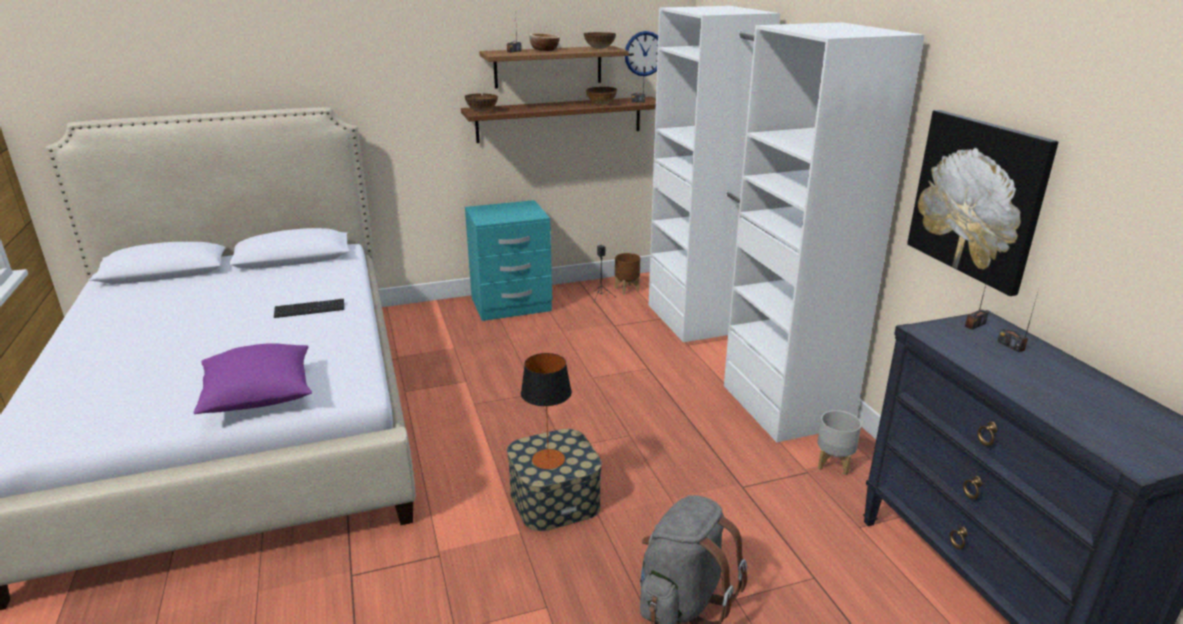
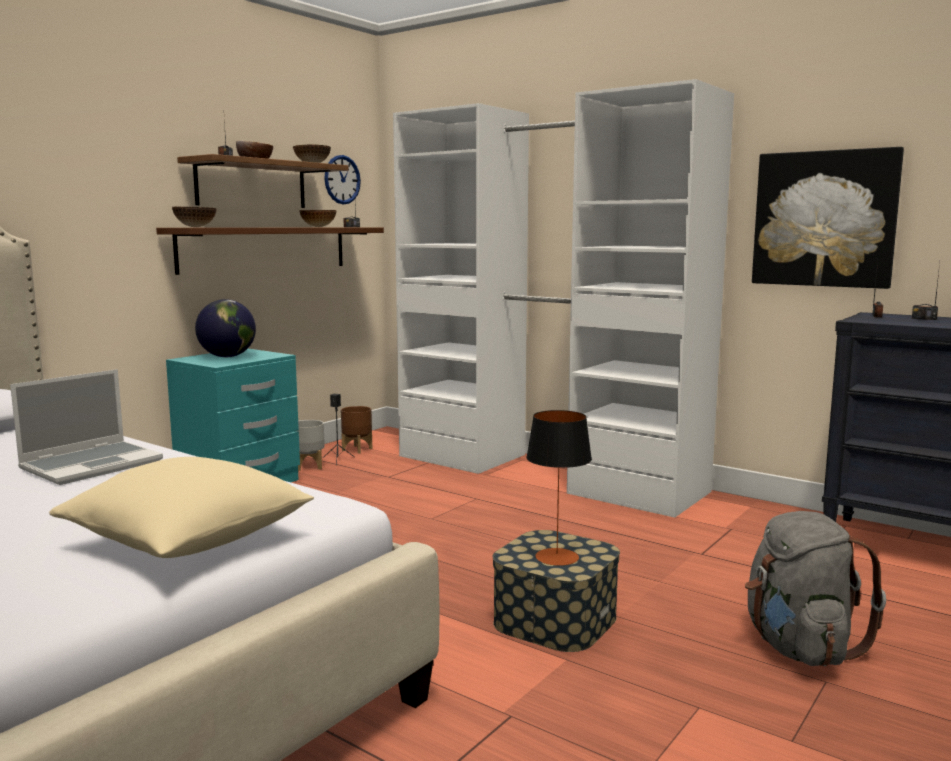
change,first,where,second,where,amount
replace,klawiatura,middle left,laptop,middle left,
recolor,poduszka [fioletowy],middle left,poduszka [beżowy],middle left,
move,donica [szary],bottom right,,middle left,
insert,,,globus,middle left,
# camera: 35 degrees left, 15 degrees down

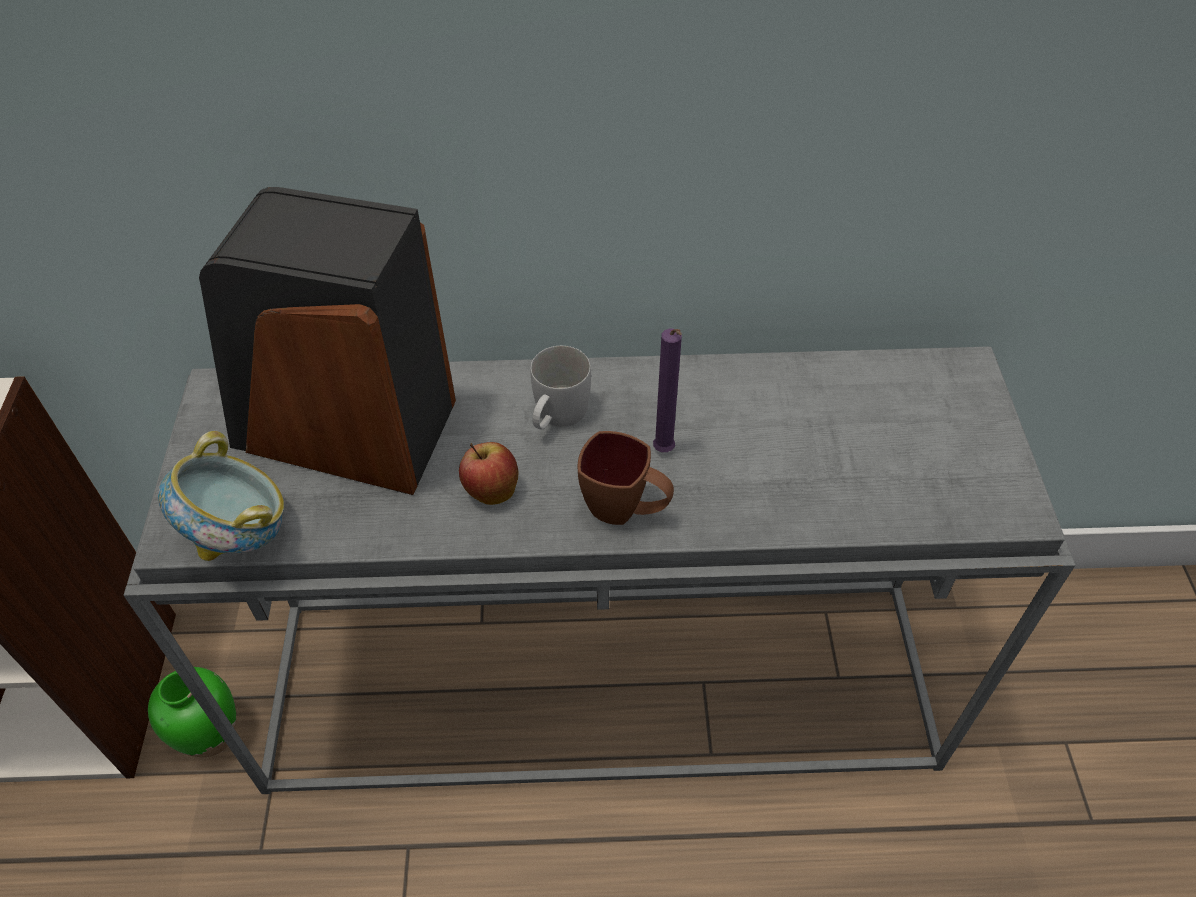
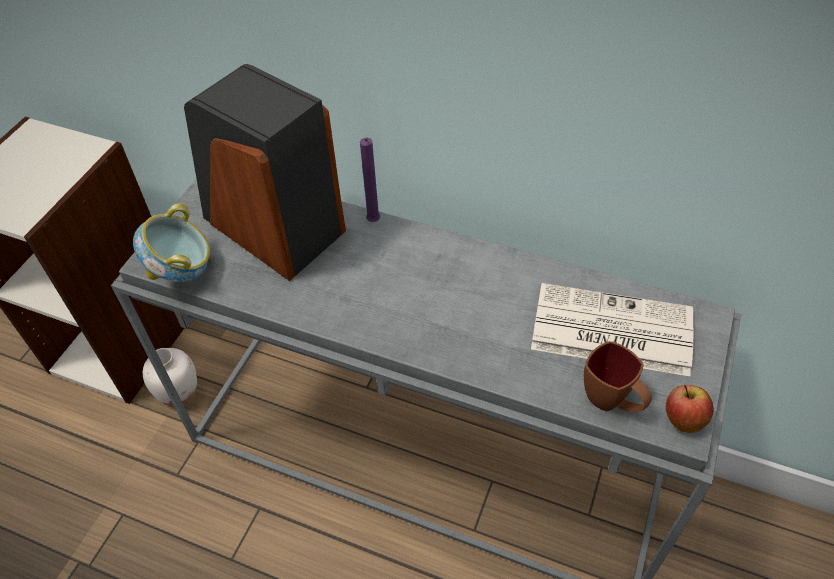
change,first,where,second,where,amount
move,świeca [fioletowy],centre,,top centre,
delete,kubek [biały],centre,,,
move,kubek [brązowy],centre,,middle right,
move,jabłko,centre,,bottom right,
recolor,wazon [zielony],bottom left,wazon [biały],middle left,
insert,,,gazeta,middle right,
# camera: 25 degrees right, 0 degrees up

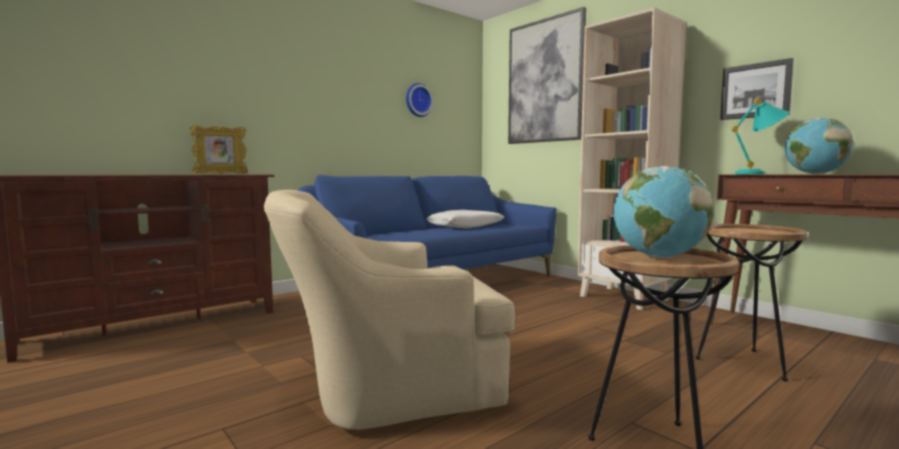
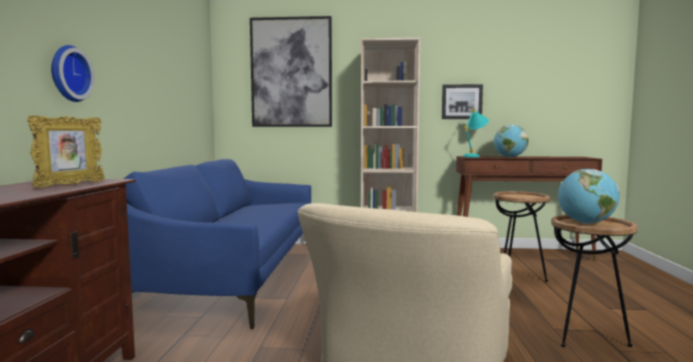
change,first,where,second,where,amount
move,zegar ścienny,top centre,,top left,
delete,poduszka [biały],centre,,,
# camera: 45 degrees left, 0 degrees up

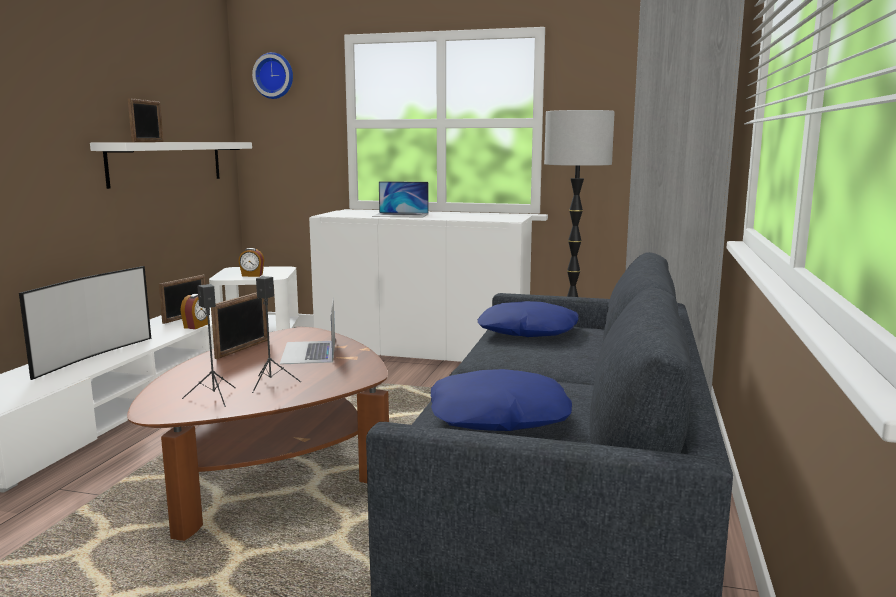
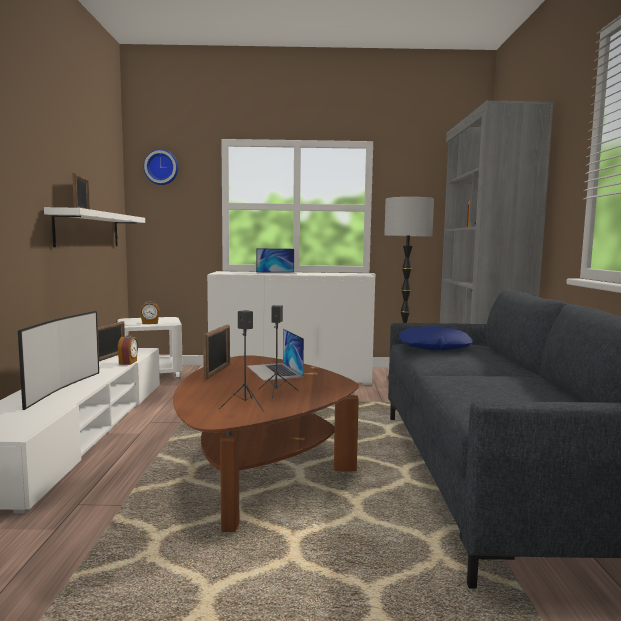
change,first,where,second,where,amount
delete,poduszka [niebieski] (1st from left),bottom centre,,,
# camera: 15 degrees left, 5 degrees down

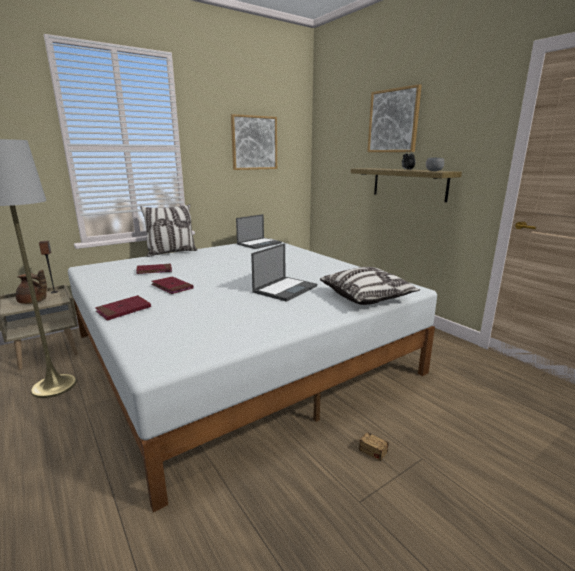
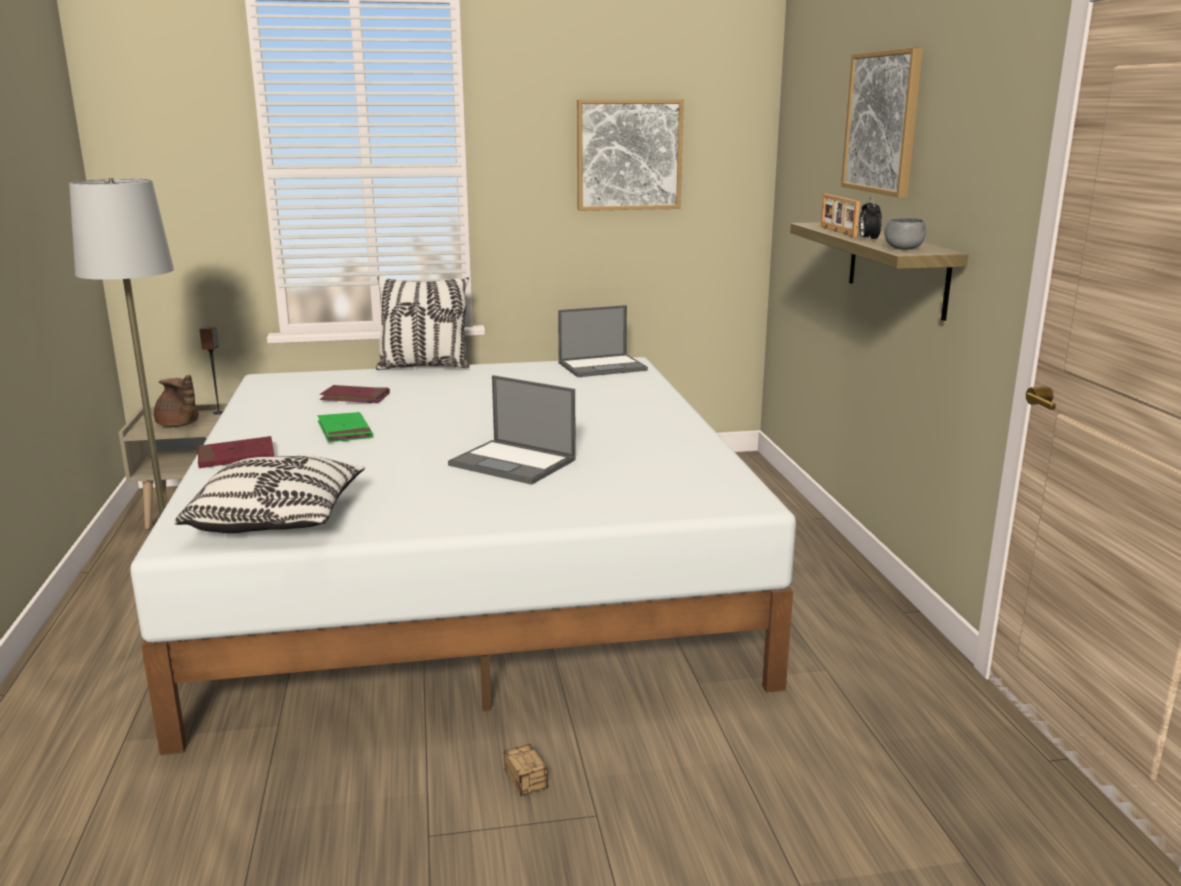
change,first,where,second,where,amount
rotate,laptop (2nd from left in the first image),centre,laptop (1st from left),centre,60 degrees clockwise
move,poduszka (2nd from left in the first image),centre,poduszka (1st from left),middle left,
recolor,książka [czerwony] (3rd from left),middle left,książka [zielony],middle left,
insert,,,ramka na zdjęcie,top right,
# camera: 25 degrees right, 0 degrees up

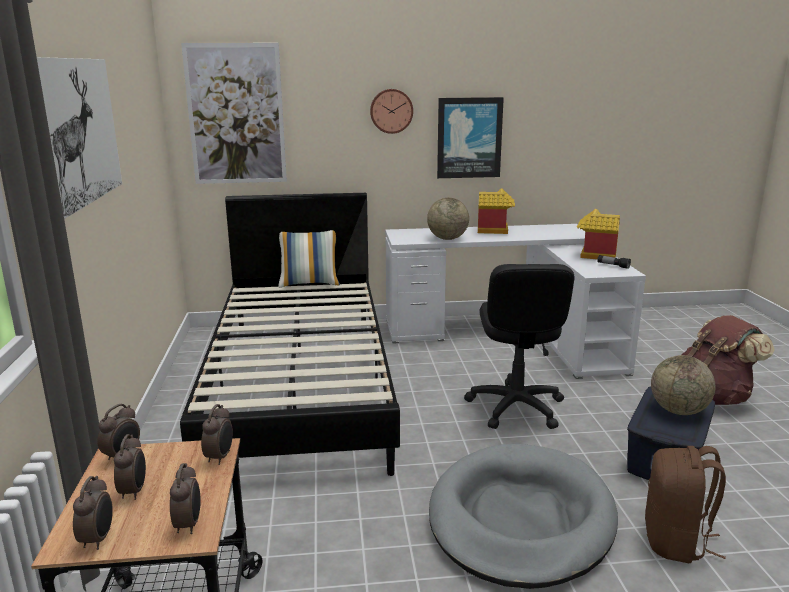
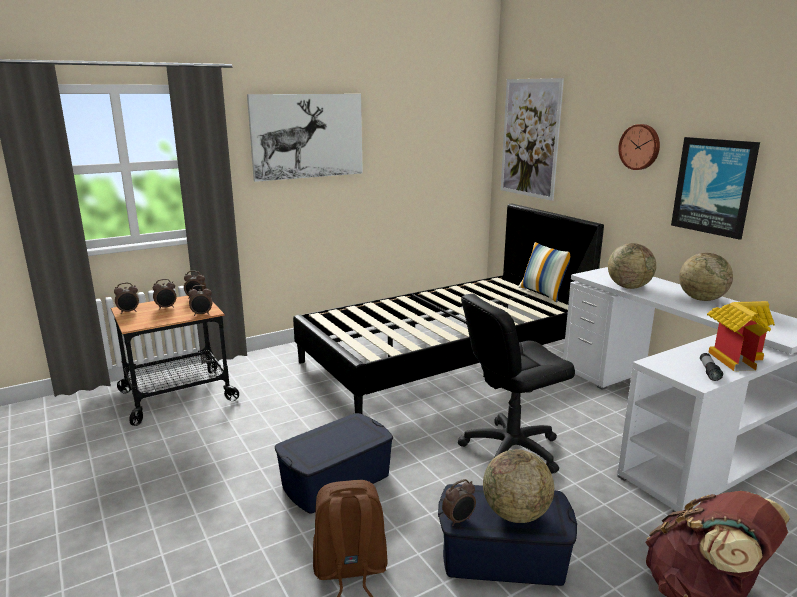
change,first,where,second,where,amount
replace,domek (1st from left),centre,globus (3rd from left),middle right,
replace,legowisko [szary],bottom centre,pojemnik do przechowywania [niebieski] (1st from left),bottom centre,
move,budzik (4th from left in the first image),bottom left,budzik (5th from left),bottom centre,
# camera: 65 degrees right, 0 degrees up

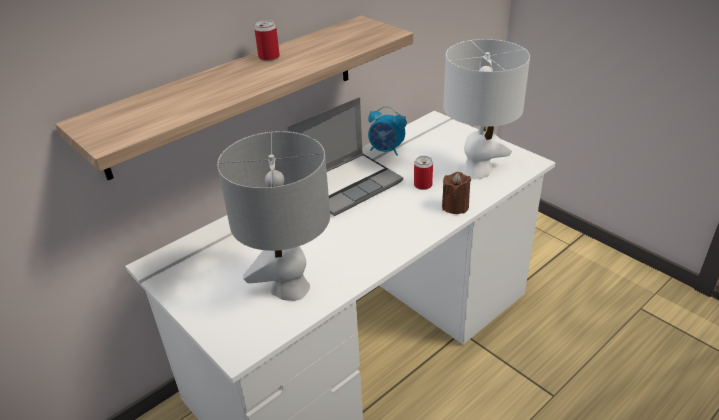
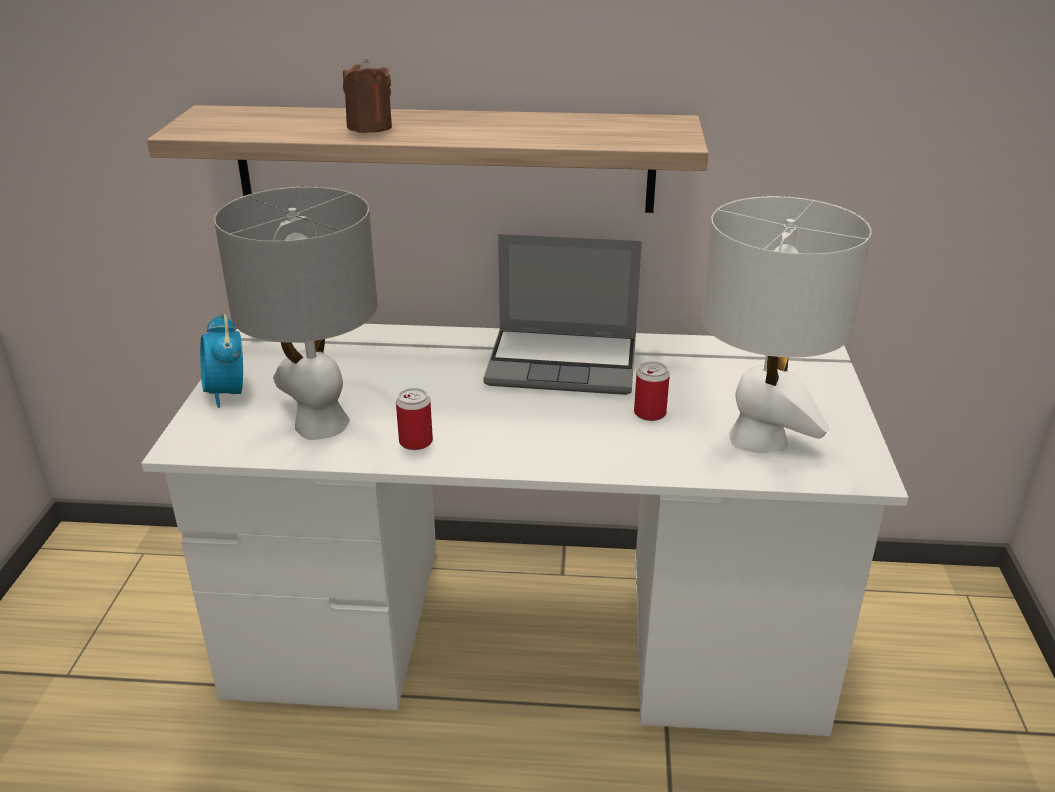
change,first,where,second,where,amount
move,puszka (1st from left),top centre,,centre,
move,budzik,top centre,,middle left,
move,świeca [brązowy],centre,,top centre,
# camera: 45 degrees right, 5 degrees down

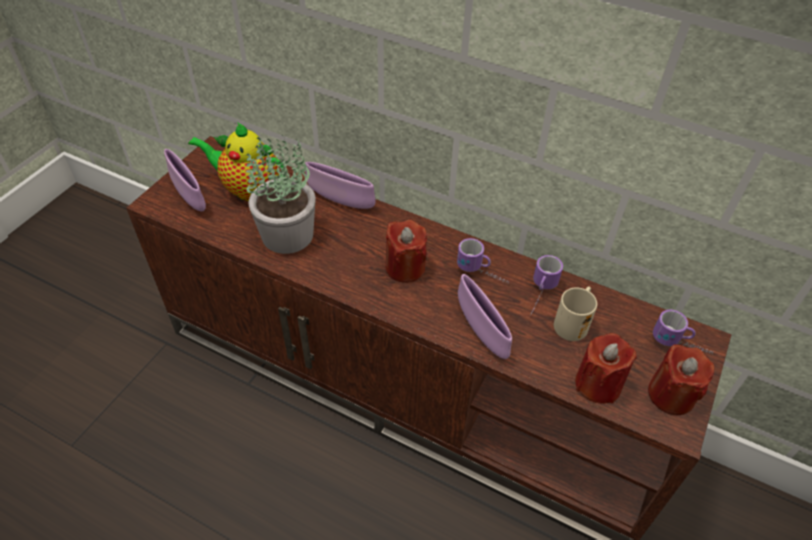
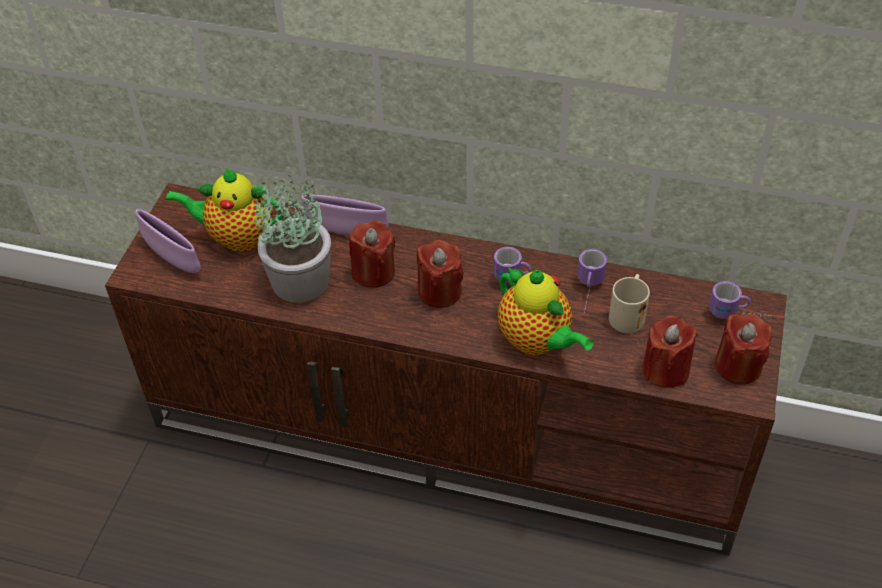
change,first,where,second,where,amount
replace,miska [fioletowy] (3rd from left),centre,imbryk (2nd from left),centre,
insert,,,świeca [czerwony] (1st from left),centre,
# camera: 10 degrees left, 0 degrees up

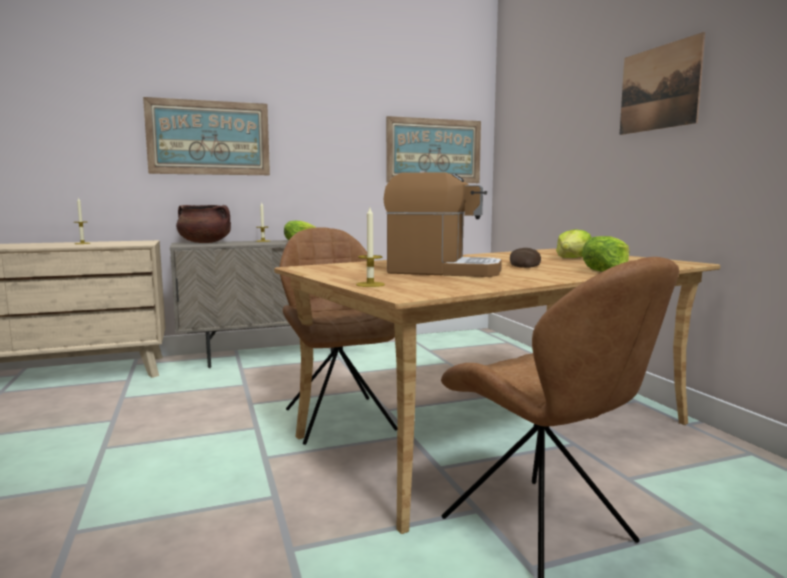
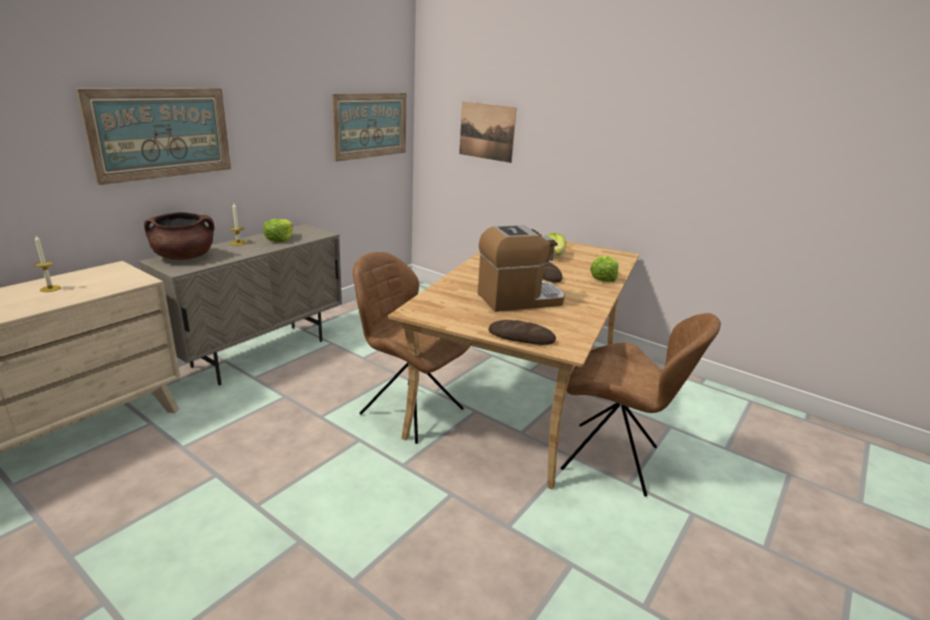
change,first,where,second,where,amount
move,obraz (3rd from left),top right,,top centre,
replace,świeca (3rd from left),centre,chleb (1st from left),centre,
# camera: 35 degrees left, 15 degrees up

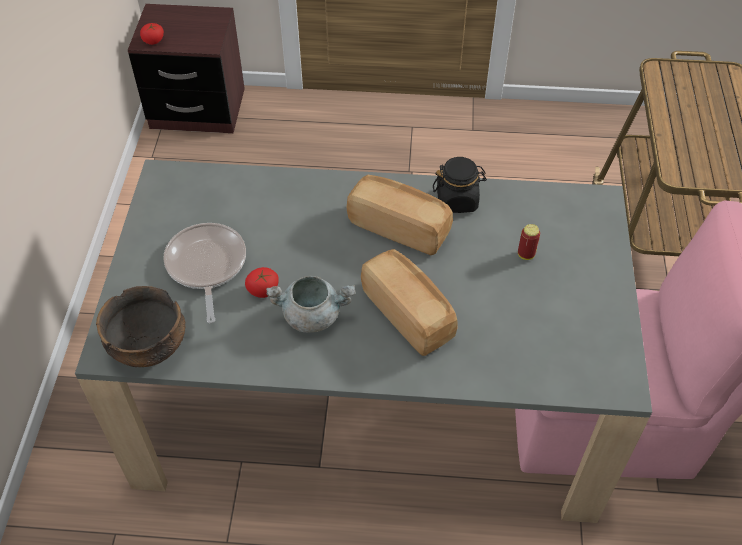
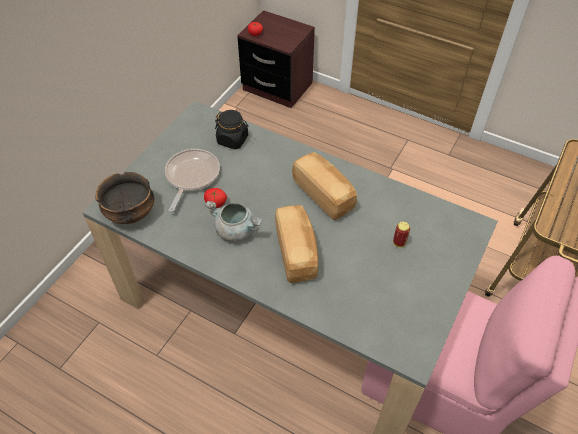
change,first,where,second,where,amount
move,słoik [czarny],centre,,top centre,
# camera: 25 degrees right, 0 degrees up

